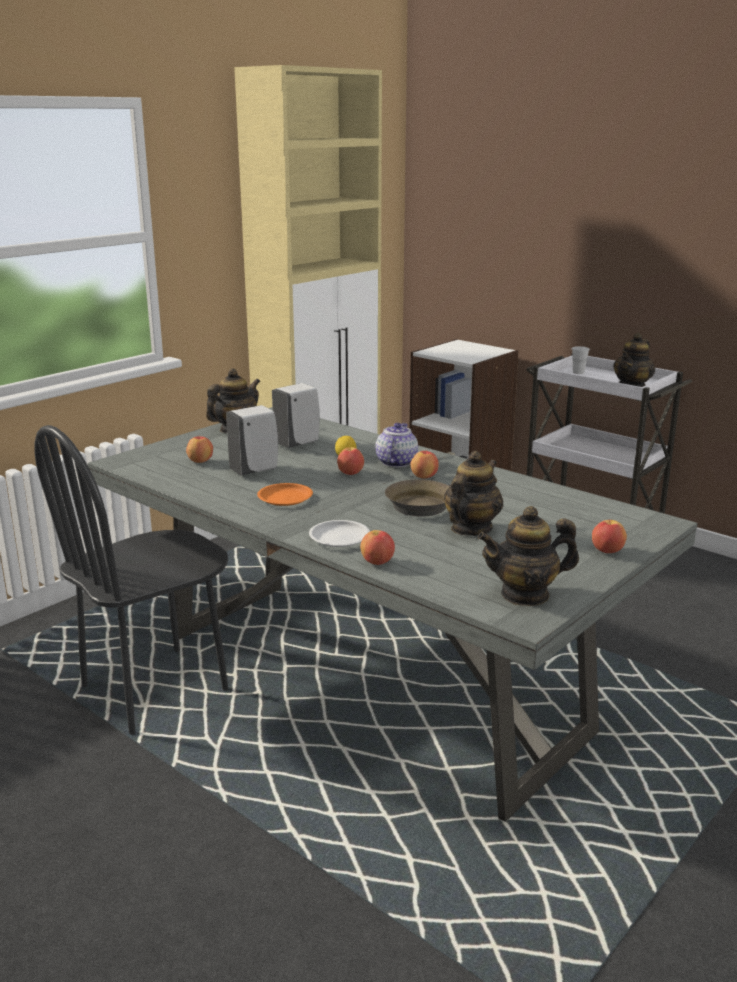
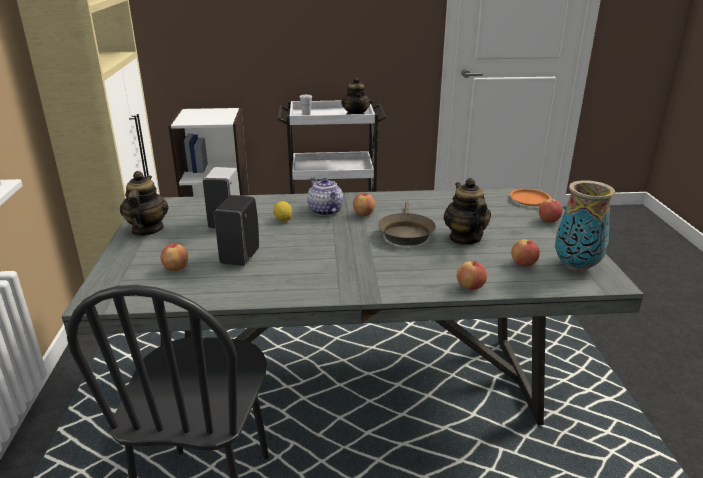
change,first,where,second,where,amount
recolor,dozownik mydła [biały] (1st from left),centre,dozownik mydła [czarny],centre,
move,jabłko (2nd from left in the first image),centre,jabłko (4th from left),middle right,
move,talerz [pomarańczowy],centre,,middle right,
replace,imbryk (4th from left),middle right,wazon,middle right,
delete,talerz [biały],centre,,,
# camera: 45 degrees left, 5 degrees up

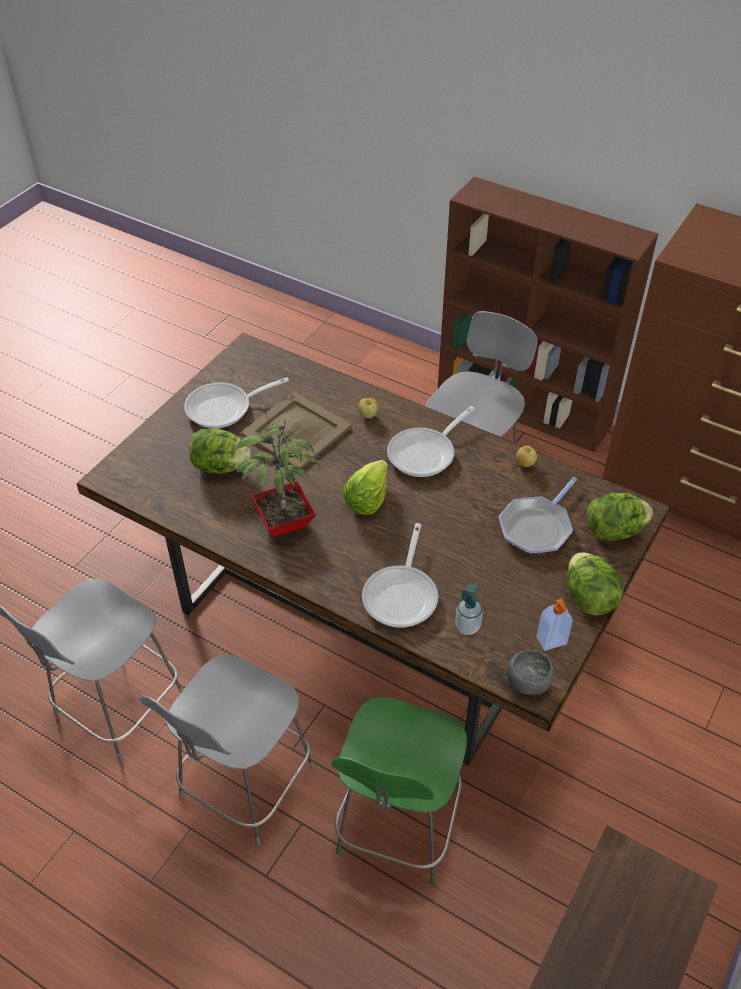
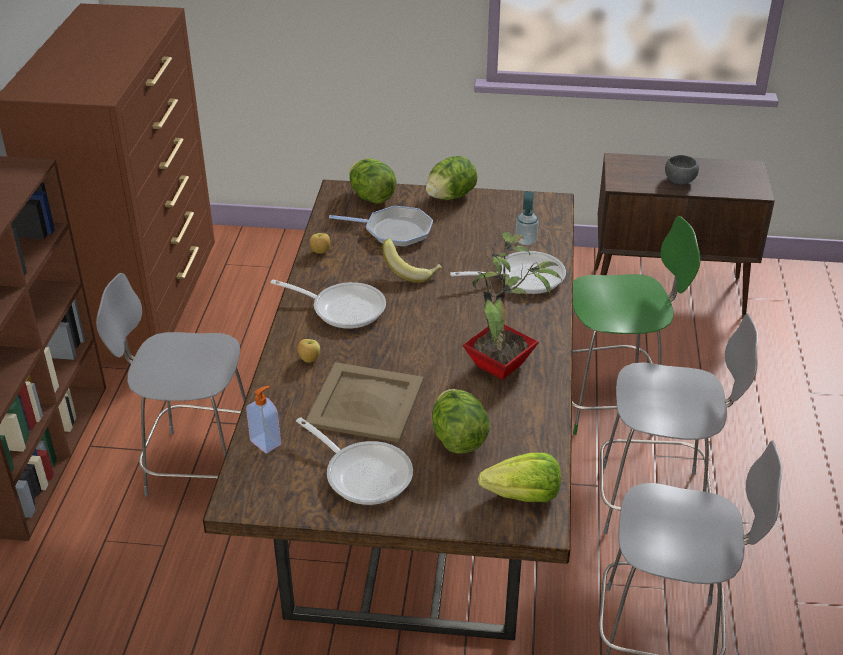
change,first,where,second,where,amount
move,sałata (2nd from left in the first image),centre,sałata (4th from left),bottom centre,
move,dozownik mydła (2nd from left in the first image),middle right,dozownik mydła (1st from left),middle left,
move,miska [szary],bottom right,,top right,
insert,,,banan,centre,
# camera: 115 degrees left, 10 degrees down

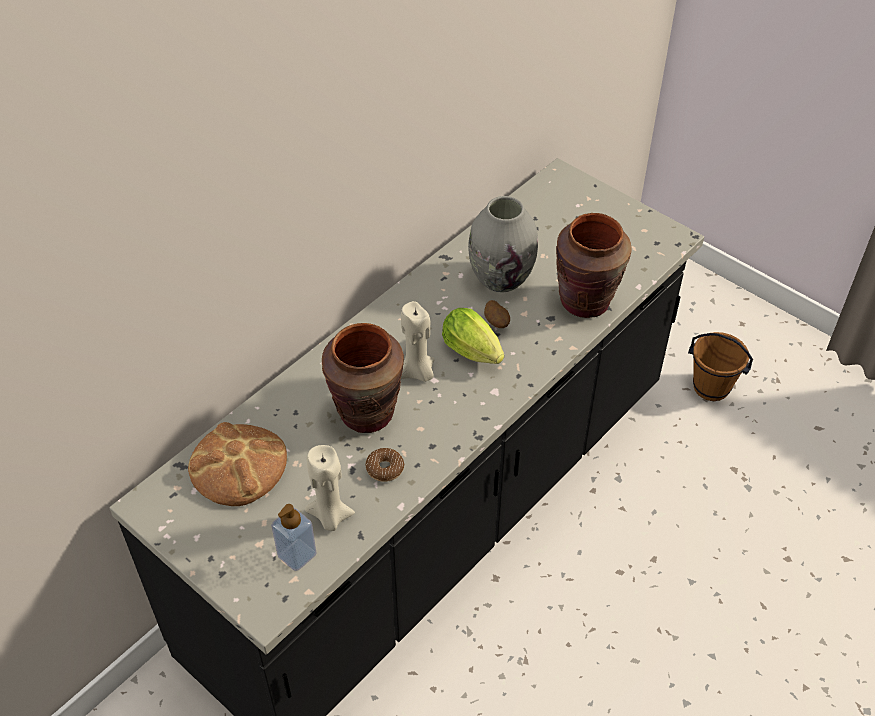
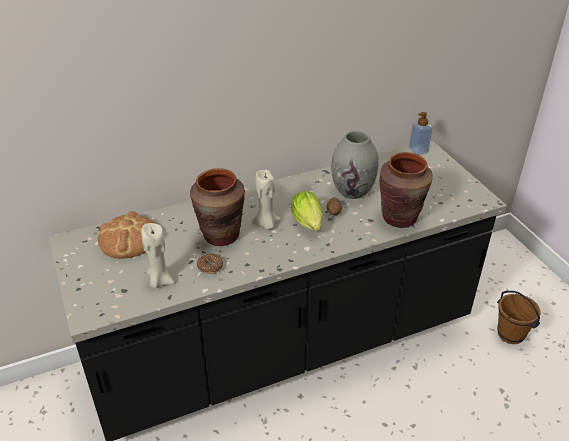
change,first,where,second,where,amount
move,dozownik mydła,bottom centre,,top right,
# camera: 25 degrees right, 10 degrees down

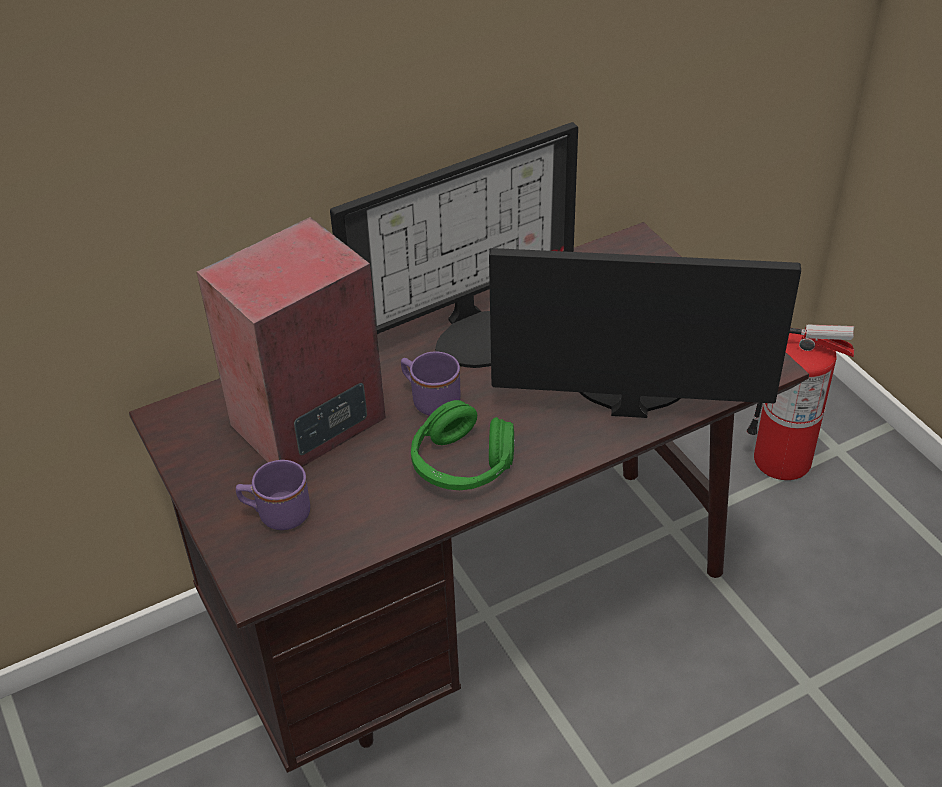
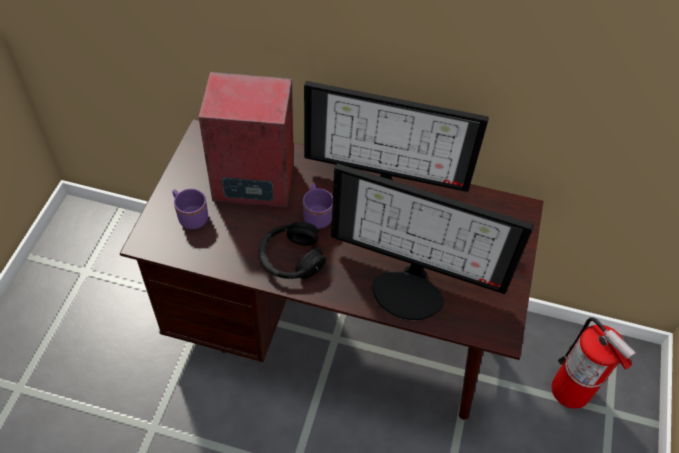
change,first,where,second,where,amount
rotate,monitor (2nd from left),middle right,,centre,150 degrees clockwise
recolor,słuchawki [zielony],centre,słuchawki [czarny],centre,
# camera: 40 degrees right, 10 degrees up

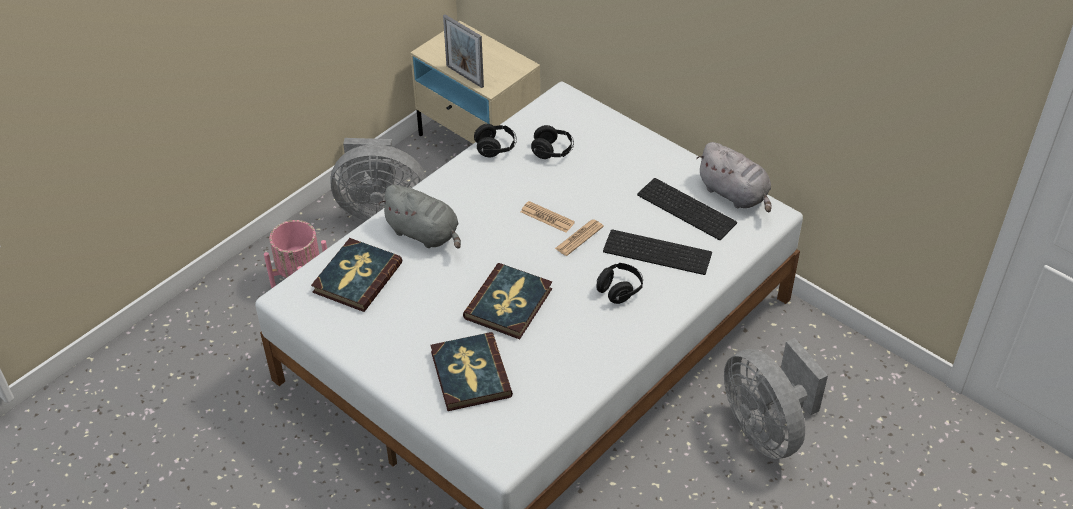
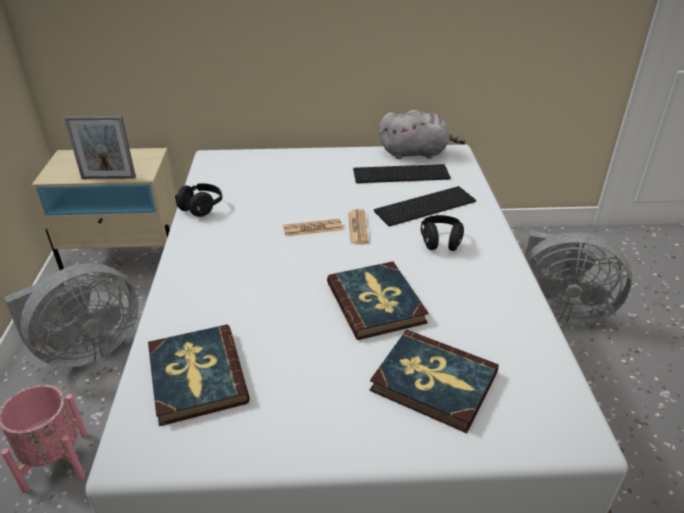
change,first,where,second,where,amount
delete,słuchawki [czarny] (2nd from left),top centre,,,
delete,pluszak [szary] (1st from left),centre,,,
# camera: 45 degrees left, 10 degrees down

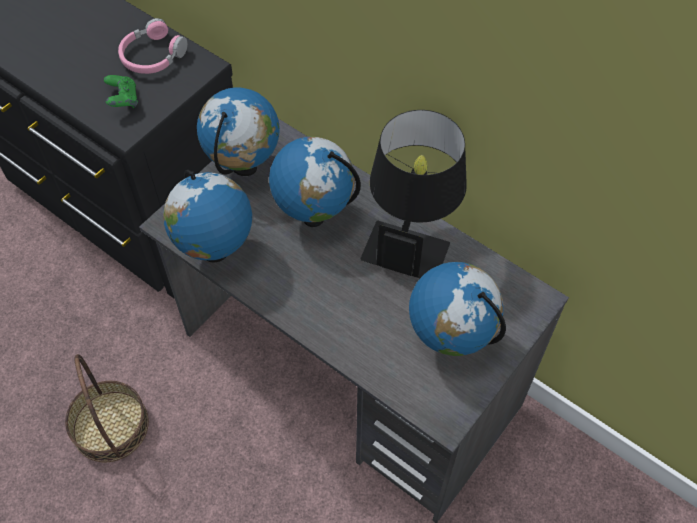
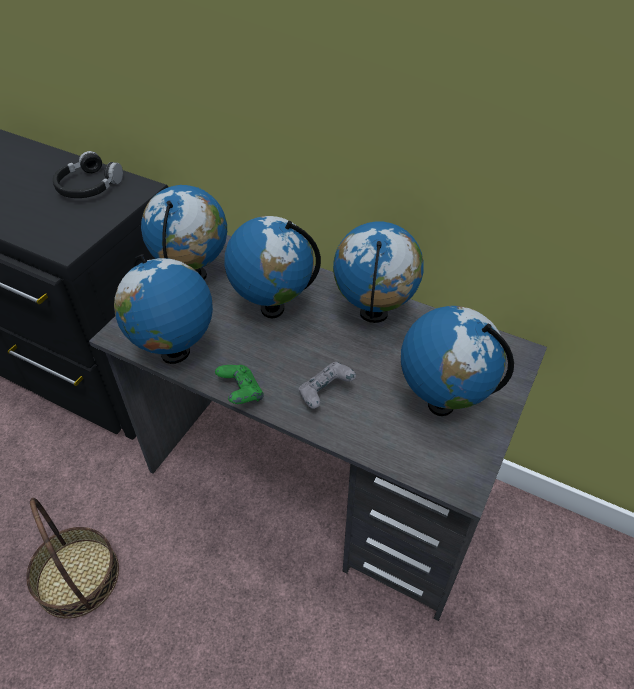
change,first,where,second,where,amount
recolor,słuchawki [różowy],top left,słuchawki [czarny],top left,
move,pad do gier [zielony],top left,,centre,
replace,lampa stołowa [czarny],centre,globus (4th from left),centre,
insert,,,pad do gier [szary],centre,
# camera: 10 degrees left, 10 degrees down

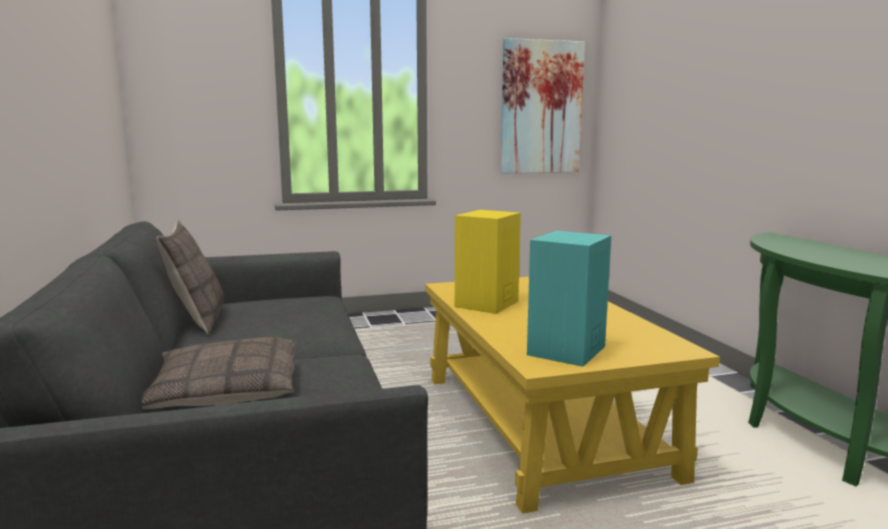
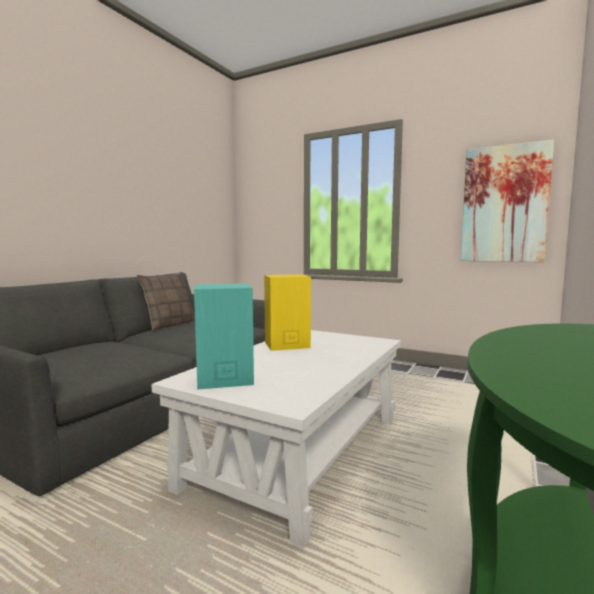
change,first,where,second,where,amount
recolor,ława [żółty],bottom centre,ława [biały],bottom centre,
delete,poduszka (2nd from left),bottom left,,,
# camera: 45 degrees right, 5 degrees down

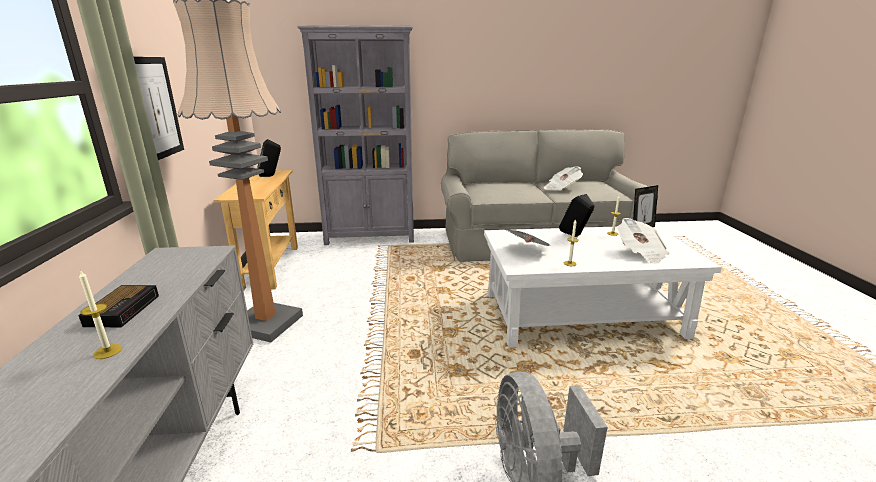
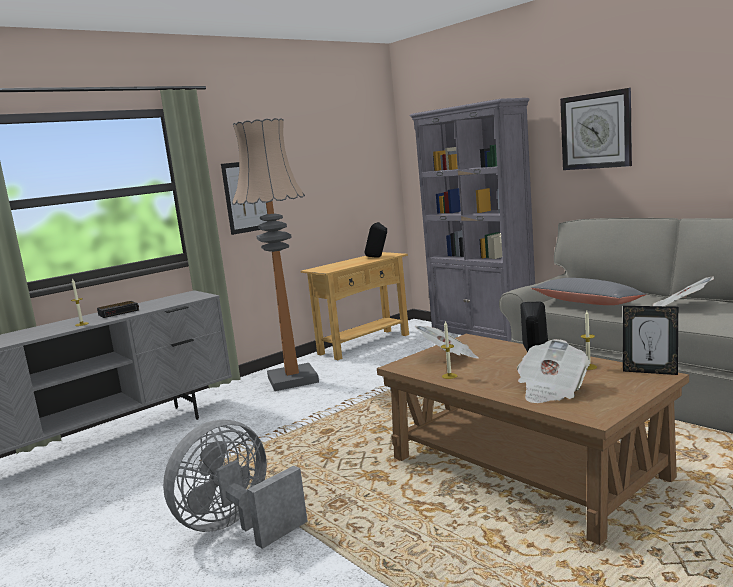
change,first,where,second,where,amount
recolor,ława [biały],middle right,ława [brązowy],bottom right,
insert,,,zegar ścienny,top right,
insert,,,poduszka [szary],middle right,
# camera: 55 degrees right, 10 degrees down

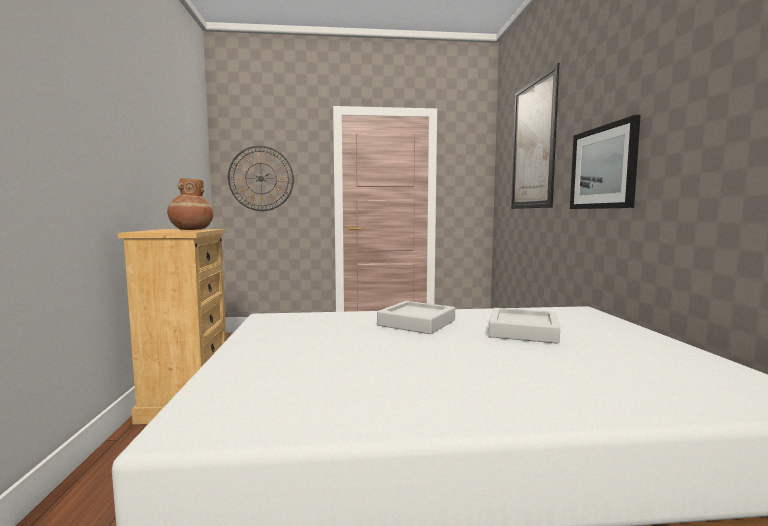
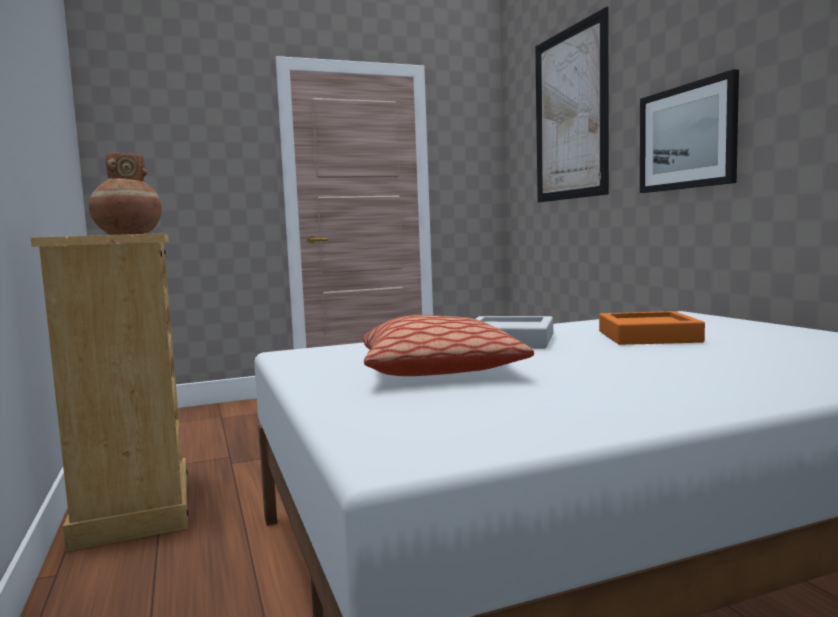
change,first,where,second,where,amount
delete,zegar ścienny,centre,,,
recolor,taca [szary] (2nd from left),middle right,taca [pomarańczowy],middle right,
insert,,,poduszka,centre,
# camera: 15 degrees left, 0 degrees up

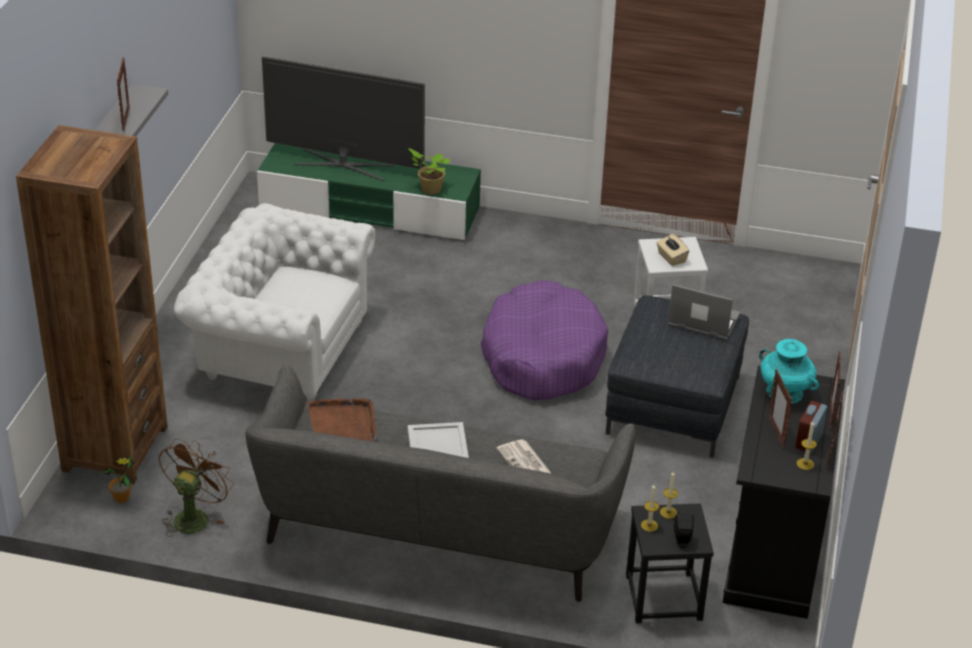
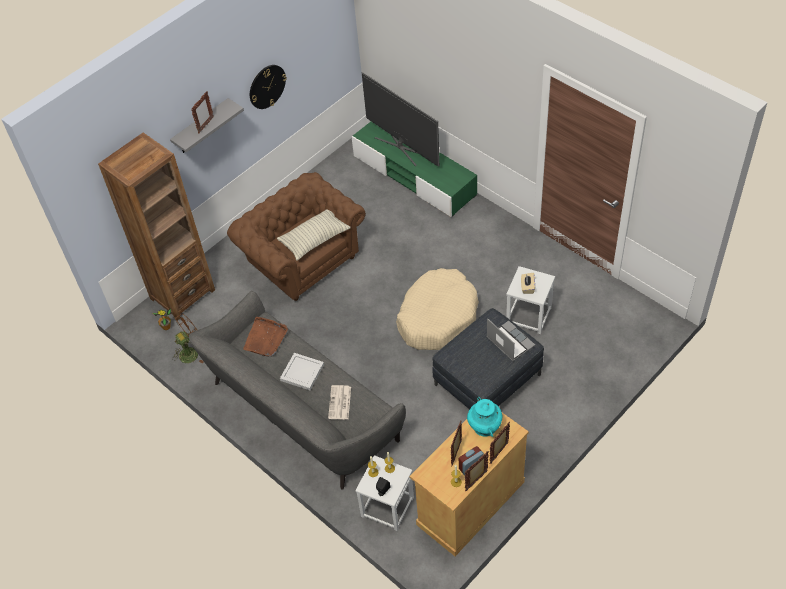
change,first,where,second,where,amount
delete,roślina doniczkowa (2nd from left),top centre,,,
recolor,fotel [biały],middle left,fotel [brązowy],centre,
recolor,legowisko [fioletowy],centre,legowisko [beżowy],centre,
recolor,szafka [czarny],bottom right,szafka [beżowy],bottom centre,
recolor,stołek [czarny],bottom right,stołek [biały] (1st from left),bottom centre,
insert,,,zegar ścienny,top centre,
insert,,,poduszka,centre,
# camera: 35 degrees right, 15 degrees up

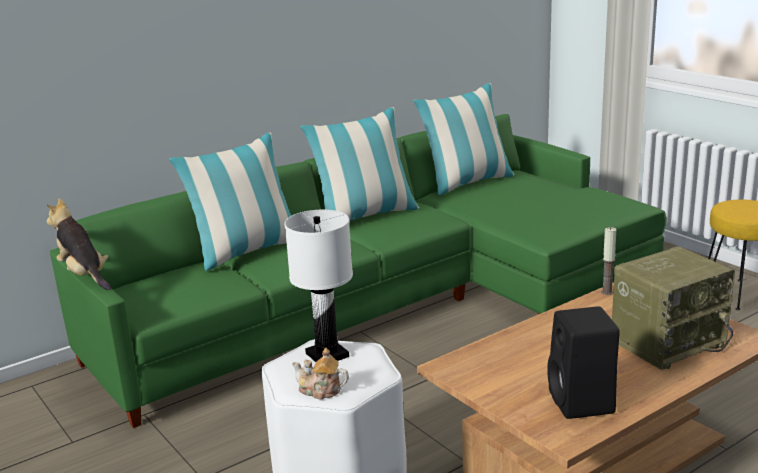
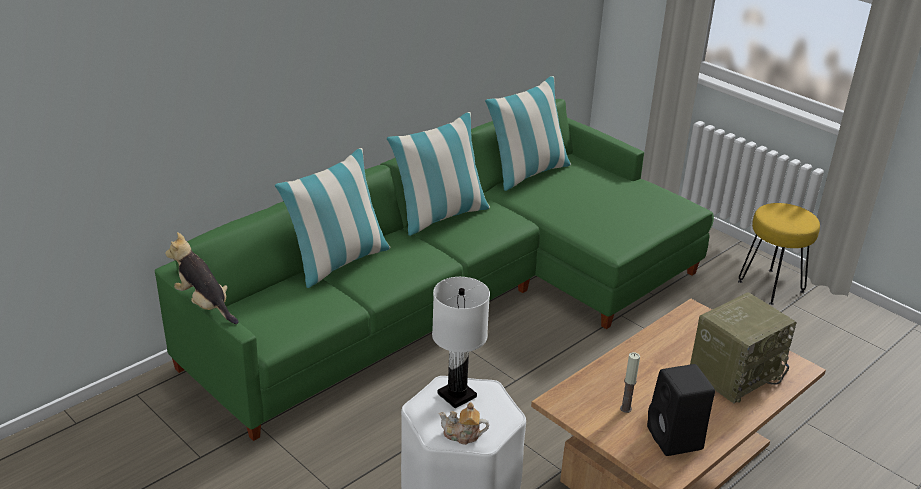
change,first,where,second,where,amount
move,świeca,middle right,,bottom right,
# camera: 10 degrees left, 10 degrees up

